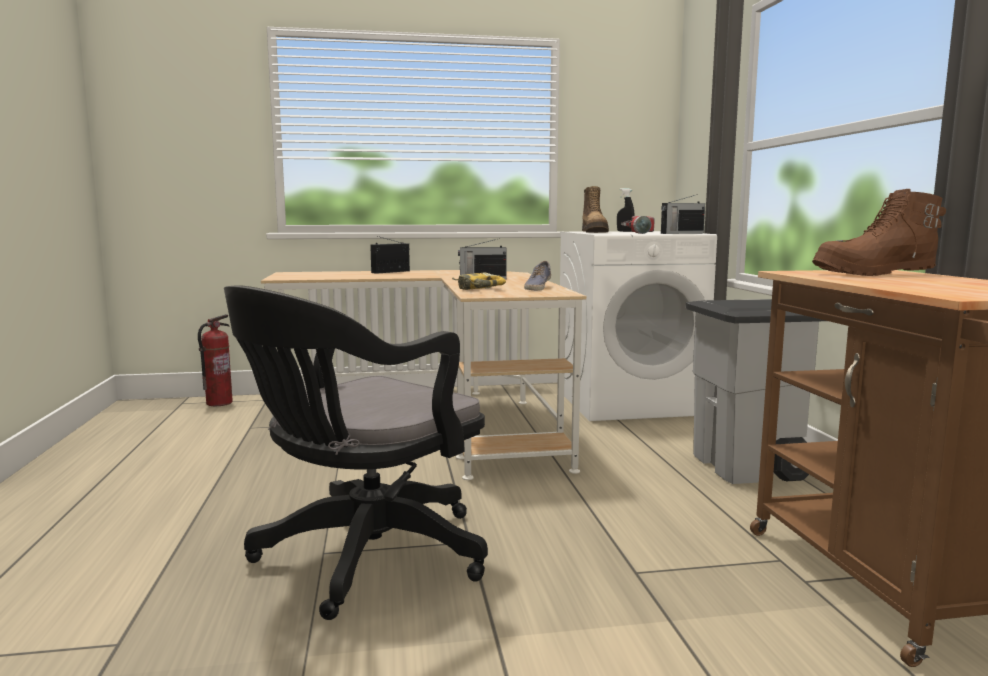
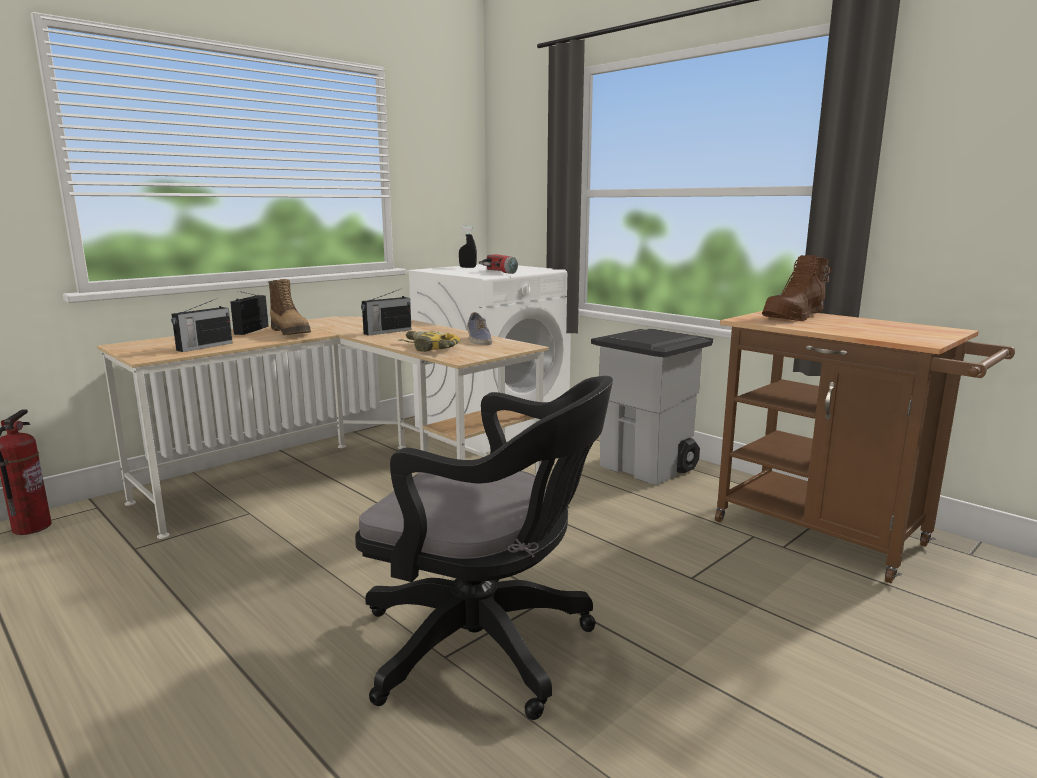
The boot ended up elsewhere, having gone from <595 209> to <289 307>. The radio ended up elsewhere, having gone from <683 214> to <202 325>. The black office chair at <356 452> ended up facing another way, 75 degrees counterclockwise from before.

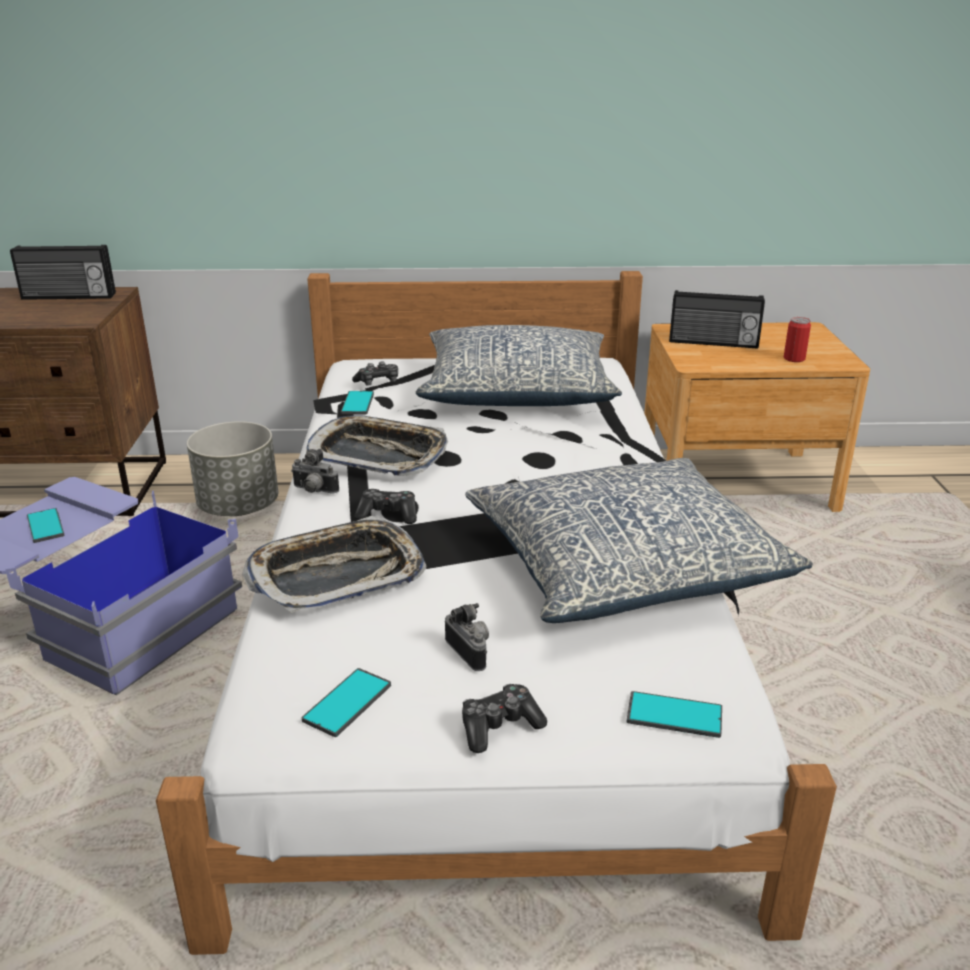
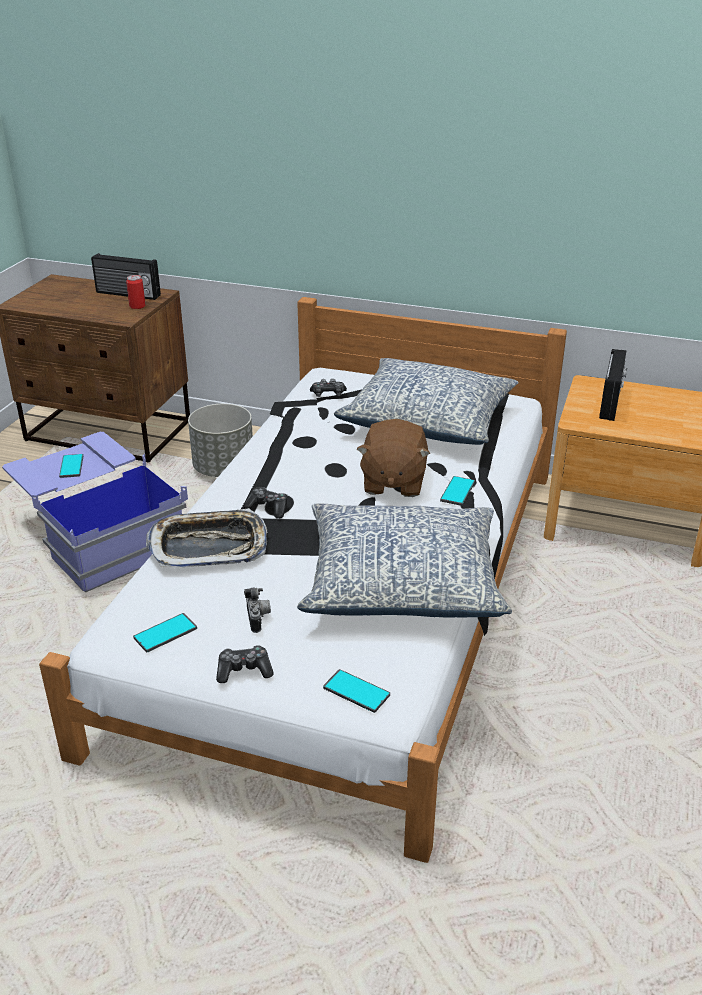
The radio at <717 319> ended up facing another way, 105 degrees counterclockwise from before. The can ended up elsewhere, having gone from <797 339> to <136 292>. The phone ended up elsewhere, having gone from <357 403> to <457 491>. The second view lost the tray at <377 445>. The second view lost the photo camera at <315 471>. The second view gained the brown plush toy at <393 458>.

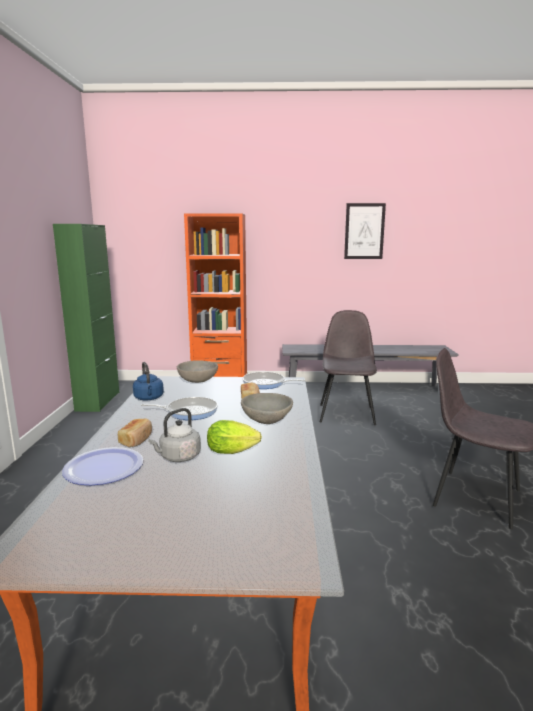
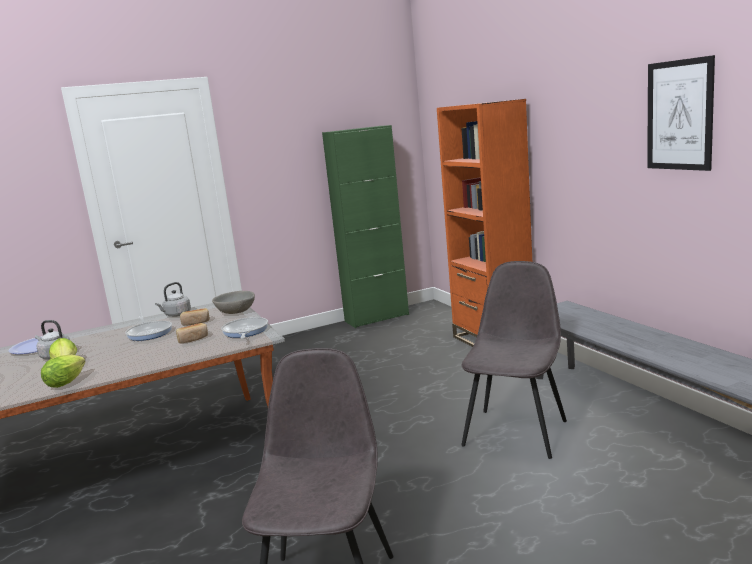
The grey chair at <348 367> ended up facing another way, 45 degrees counterclockwise from before. What was the blue kettle at <148 381> turned into the grey kettle at <173 299>. The second view lost the grey bowl at <267 408>. The bread ended up elsewhere, having gone from <135 432> to <195 317>. The second view gained the lettuce at <63 371>.

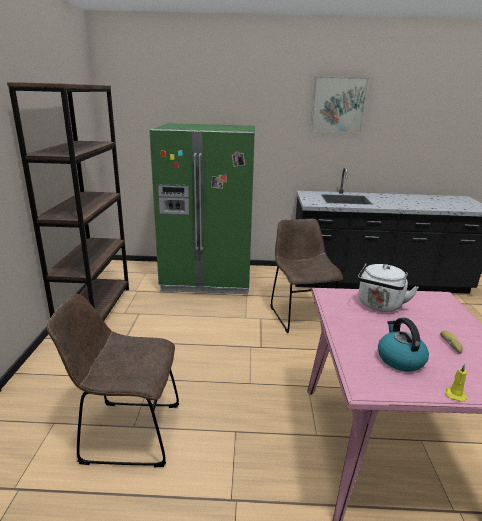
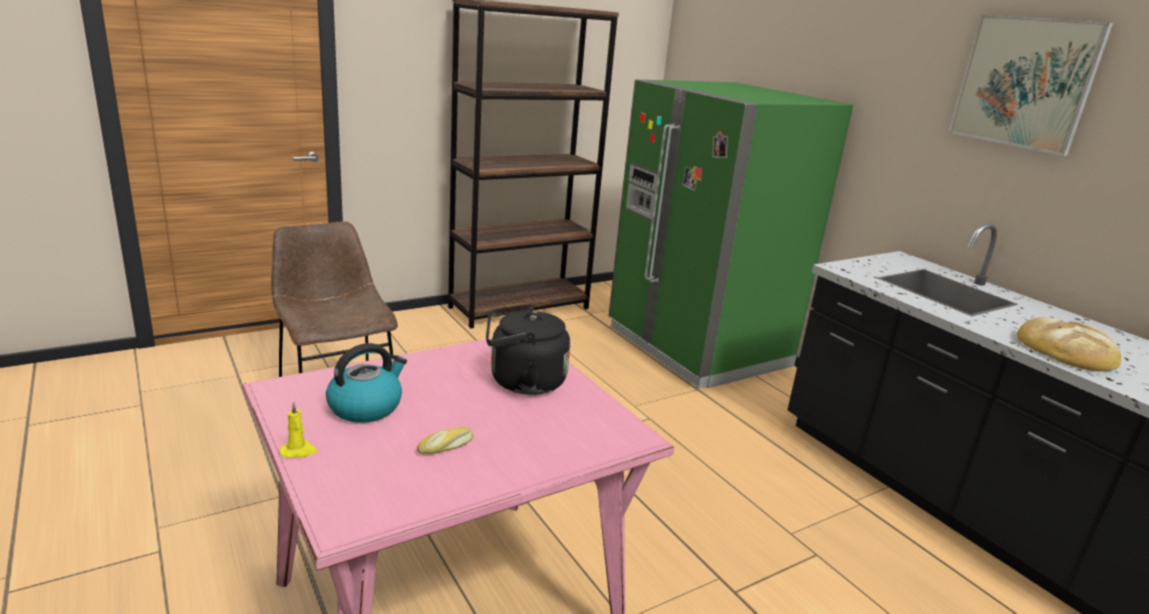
The second view lost the brown chair at <306 275>. What was the white kettle at <388 287> turned into the black kettle at <528 349>. The second view gained the bread at <1069 344>.

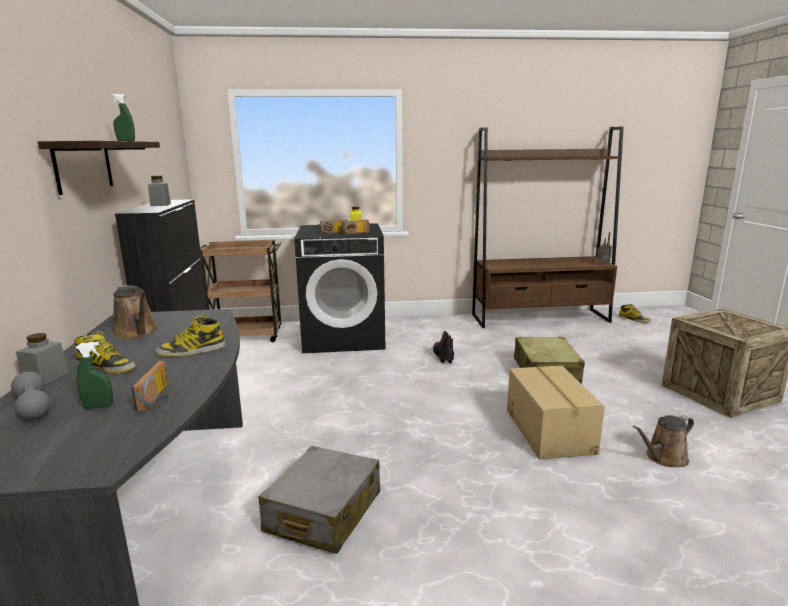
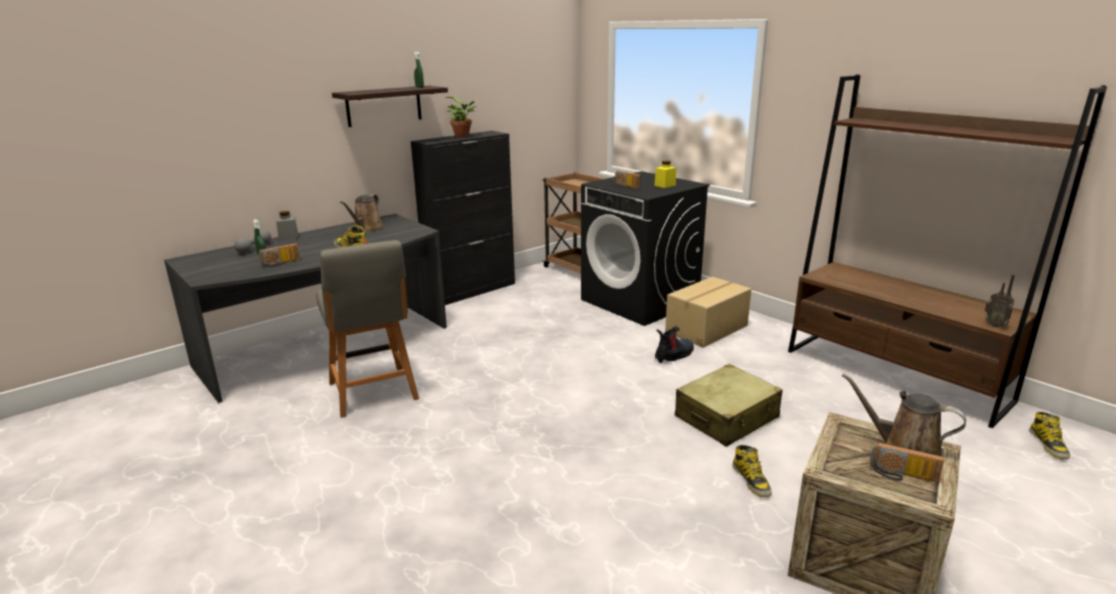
Where the grey jar stood at <159 191>, the potted plant came to stand at <461 117>. The radio ended up elsewhere, having gone from <355 227> to <907 462>. The boot ended up elsewhere, having gone from <105 352> to <752 471>. The cardboard box ended up elsewhere, having gone from <556 412> to <708 312>. The brown watering can ended up elsewhere, having gone from <663 441> to <904 414>. Where the grey suitcase stood at <319 500>, the grey chair came to stand at <367 329>.

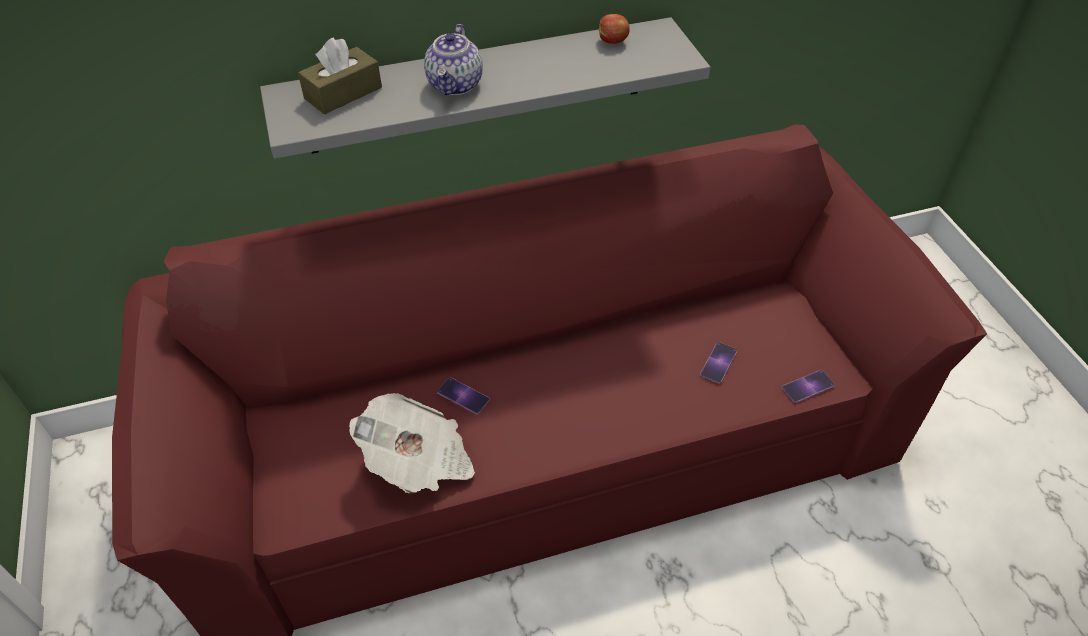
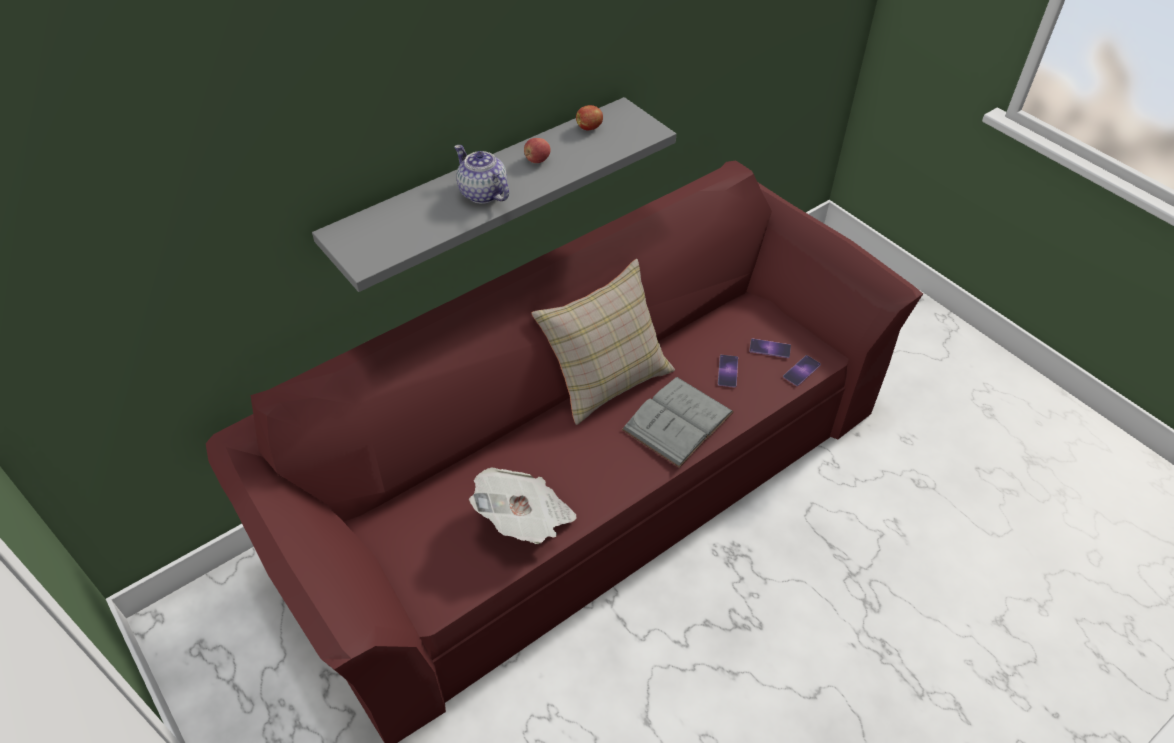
The teapot at <453 59> ended up facing another way, 150 degrees clockwise from before. The second view lost the brown tissue box at <340 76>. The phone ended up elsewhere, having gone from <463 395> to <770 348>. The second view gained the apple at <537 150>. The second view gained the beige pillow at <603 342>. The second view gained the grey book at <677 422>.

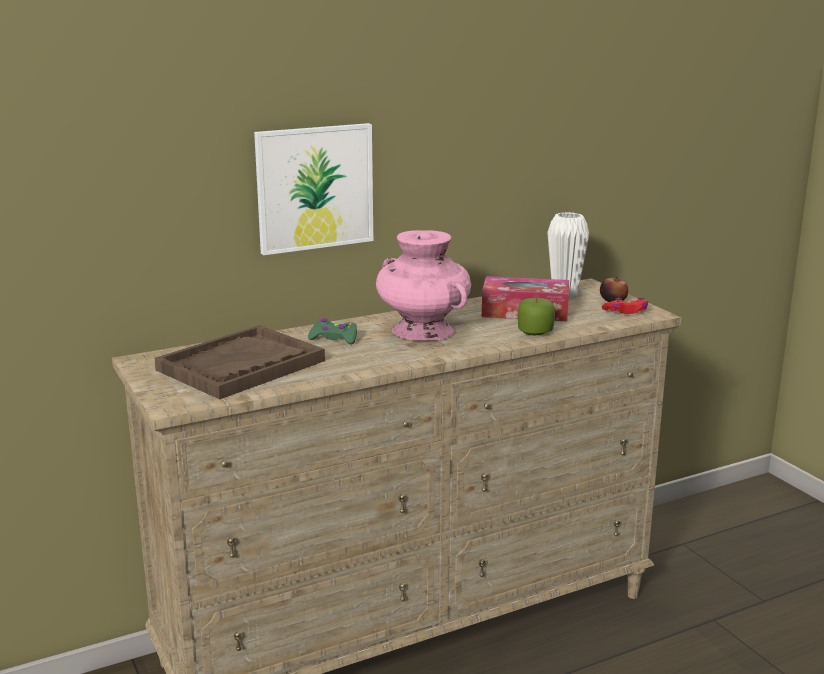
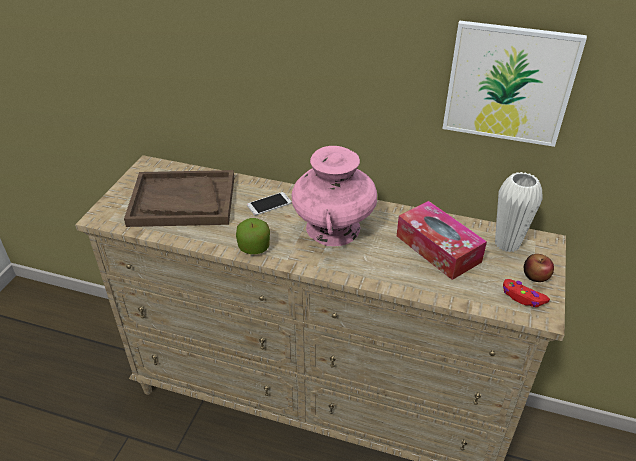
The picture ended up elsewhere, having gone from <313 189> to <514 83>. The apple ended up elsewhere, having gone from <536 316> to <253 236>. Where the green game controller stood at <332 331>, the phone came to stand at <269 204>.

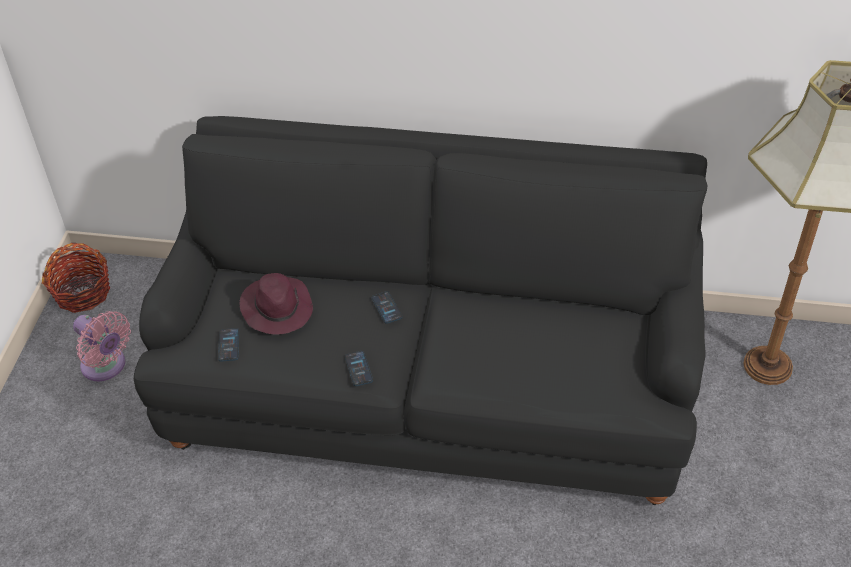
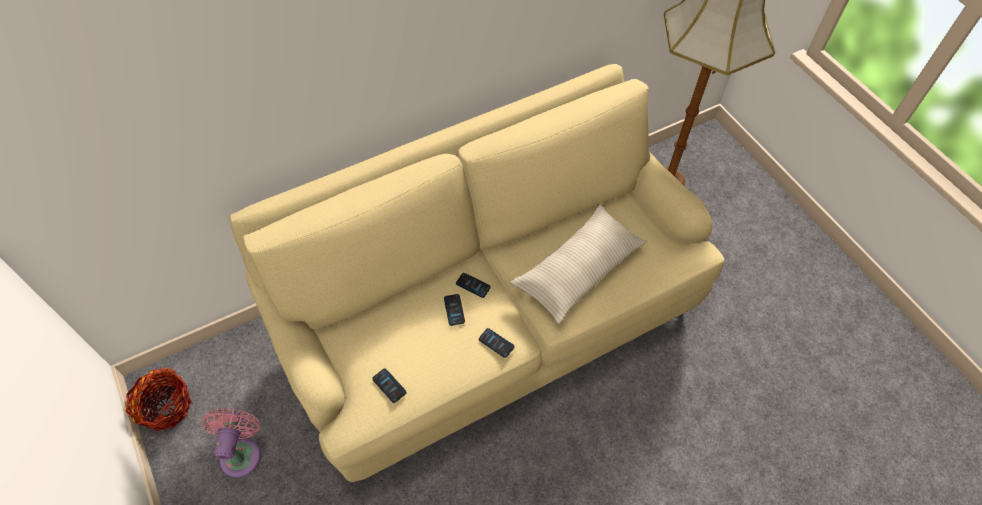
What was the black sofa at <420 310> turned into the beige sofa at <476 273>. The second view lost the purple hat at <276 304>. The pink fan at <102 346> ended up facing another way, 90 degrees counterclockwise from before. The second view gained the beige pillow at <578 264>. The second view gained the phone at <454 310>.

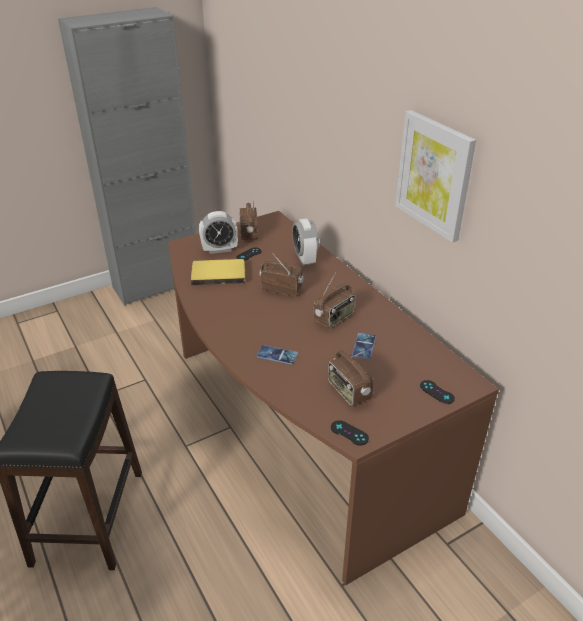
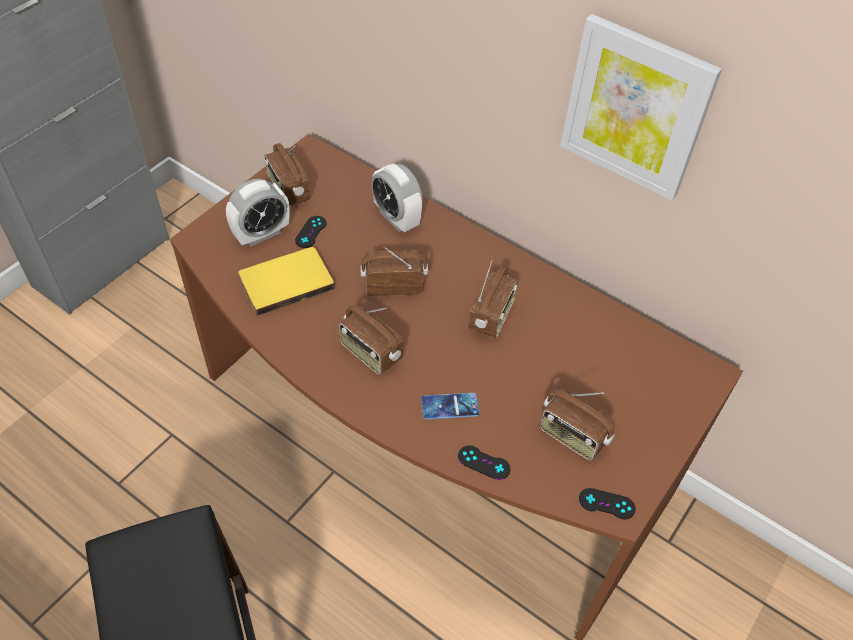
The second view lost the phone at <364 346>. The black game controller ended up elsewhere, having gone from <437 392> to <484 462>. The second view gained the radio at <371 340>.

